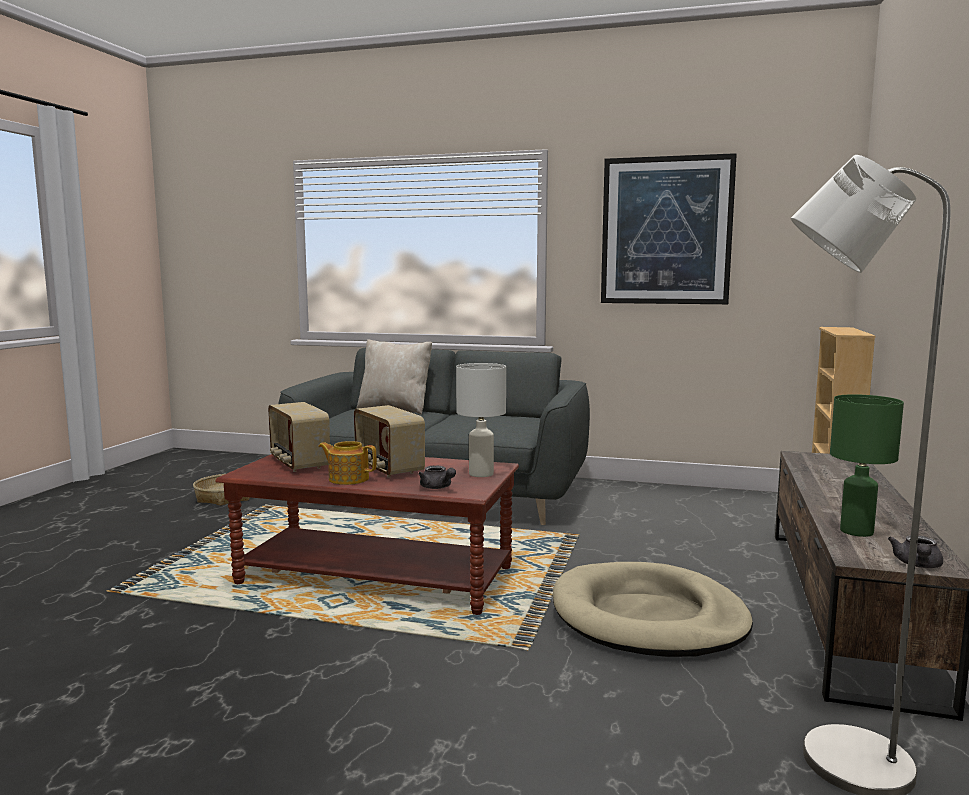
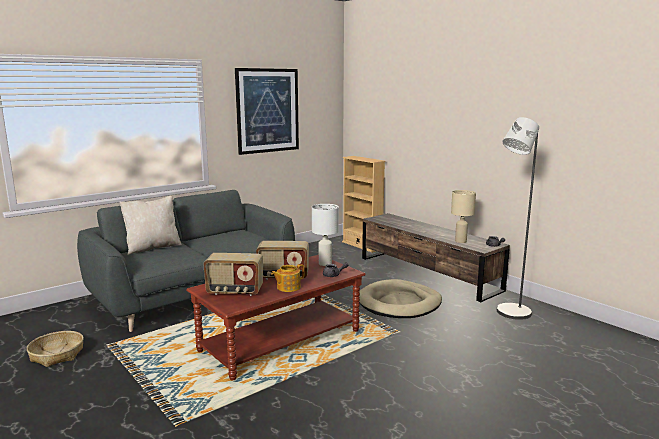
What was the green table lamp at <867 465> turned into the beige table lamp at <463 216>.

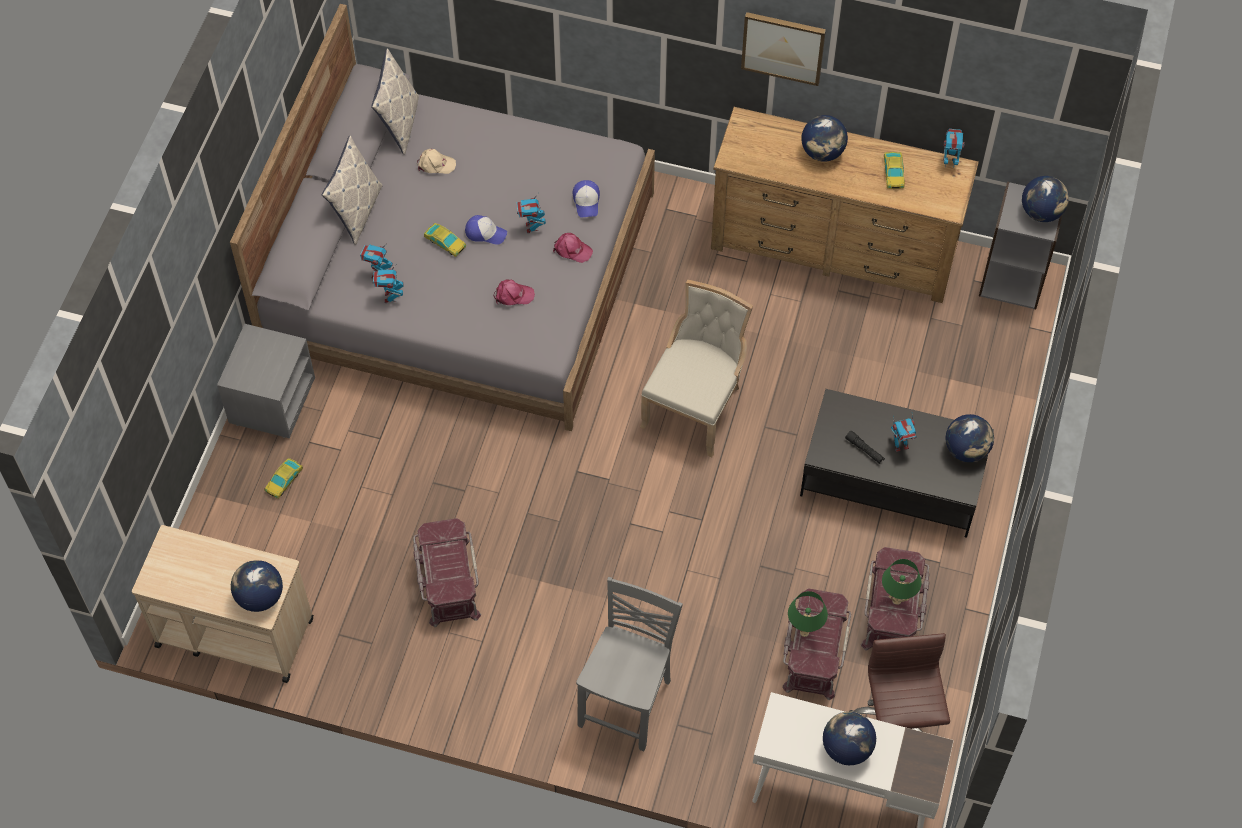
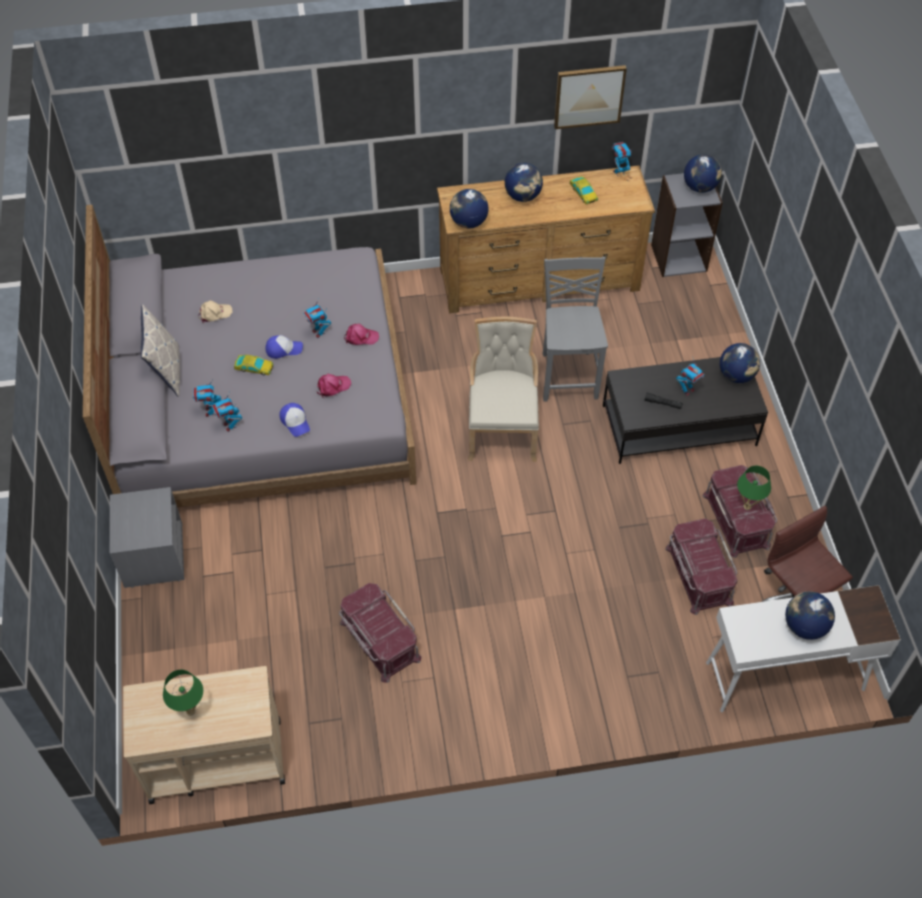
The picture ended up elsewhere, having gone from <783 49> to <590 97>. The second view lost the pillow at <395 102>. The cap ended up elsewhere, having gone from <586 199> to <294 420>. The second view lost the toy car at <283 478>. The globe ended up elsewhere, having gone from <257 586> to <469 208>. The grey chair ended up elsewhere, having gone from <629 664> to <575 329>. The green table lamp ended up elsewhere, having gone from <808 614> to <183 693>.

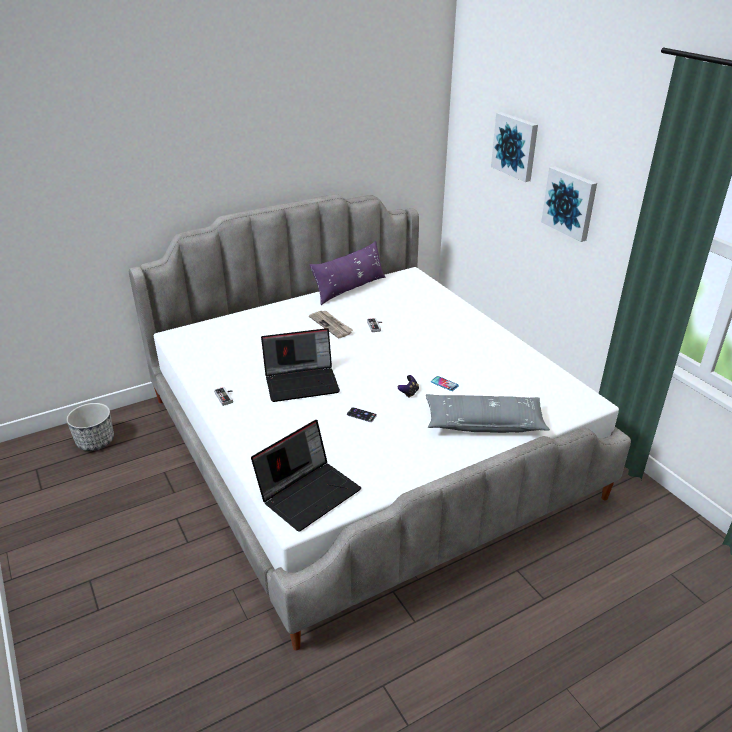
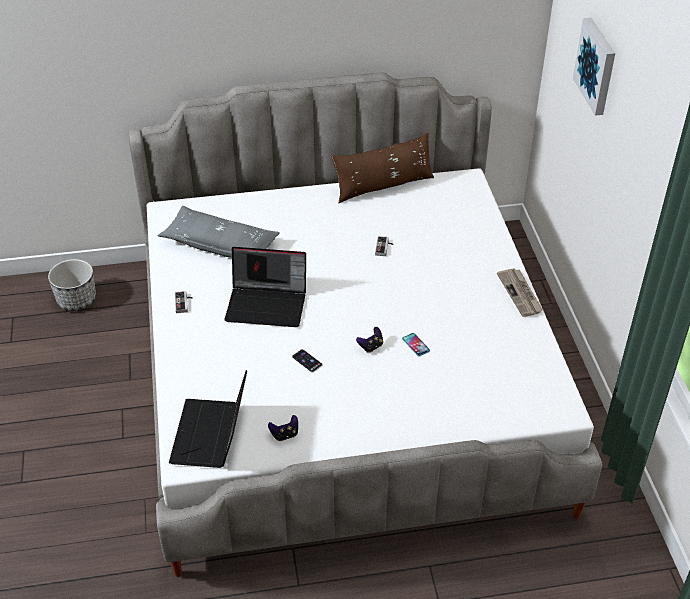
The second view lost the picture at <569 204>. What was the purple pillow at <347 273> turned into the brown pillow at <382 168>. The newspaper ended up elsewhere, having gone from <331 324> to <520 292>. The grey pillow ended up elsewhere, having gone from <488 413> to <218 232>. The laptop at <306 476> ended up facing another way, 120 degrees clockwise from before. The second view gained the game controller at <283 428>.

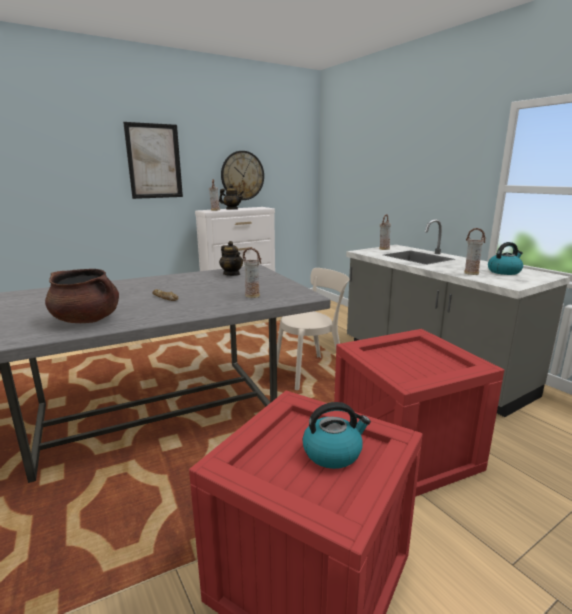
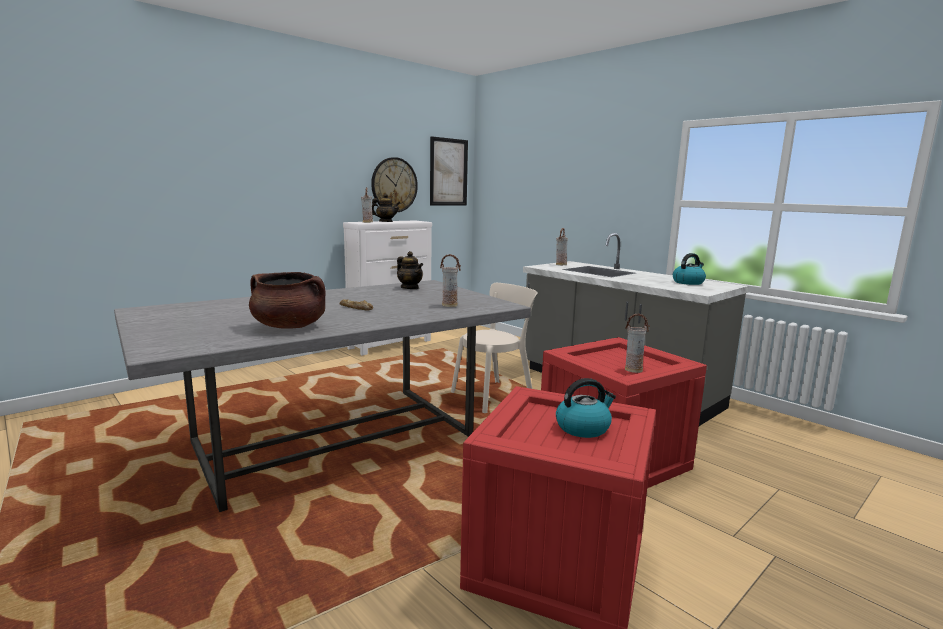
The picture ended up elsewhere, having gone from <153 160> to <449 171>. The vase ended up elsewhere, having gone from <475 251> to <637 343>.

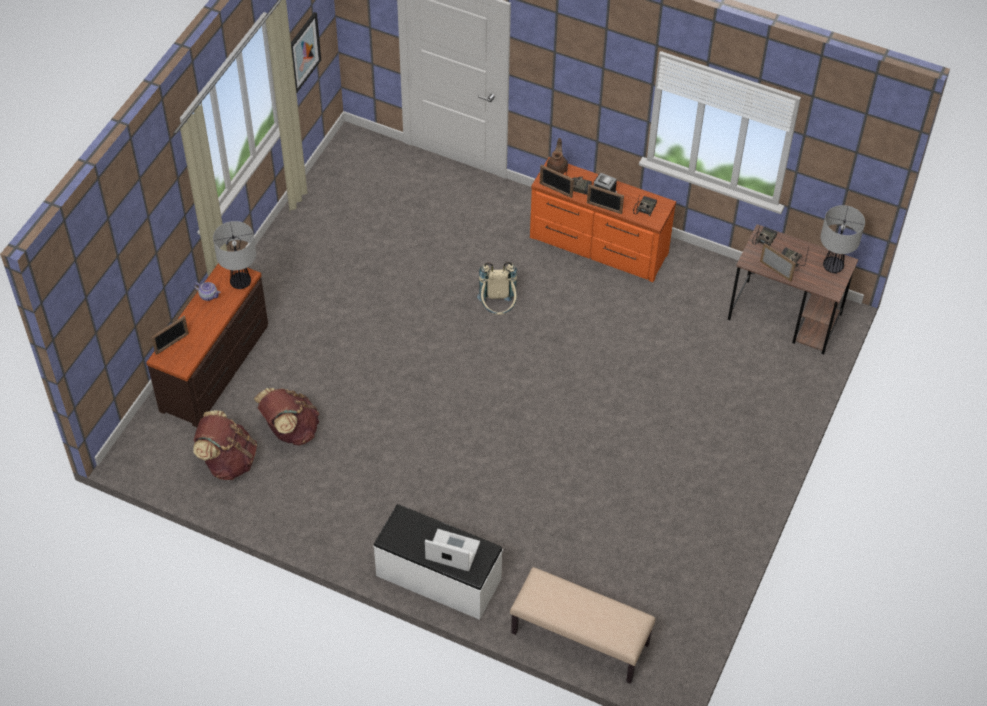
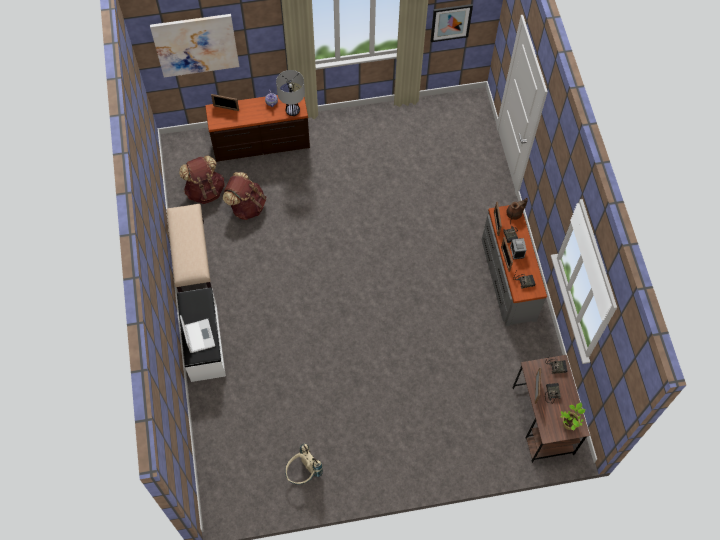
What was the orange dresser at <603 219> turned into the grey dresser at <514 266>. Where the table lamp stood at <842 239>, the potted plant came to stand at <572 416>. The beige backpack ended up elsewhere, having gone from <497 288> to <304 464>. The beige bench ended up elsewhere, having gone from <582 625> to <189 248>. The second view gained the picture at <194 45>.

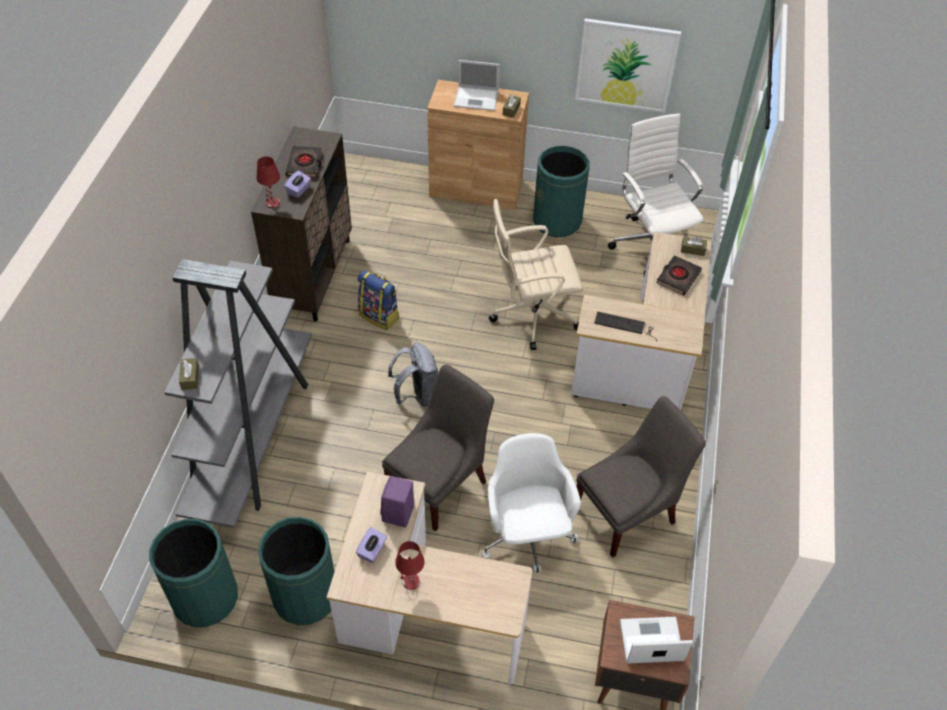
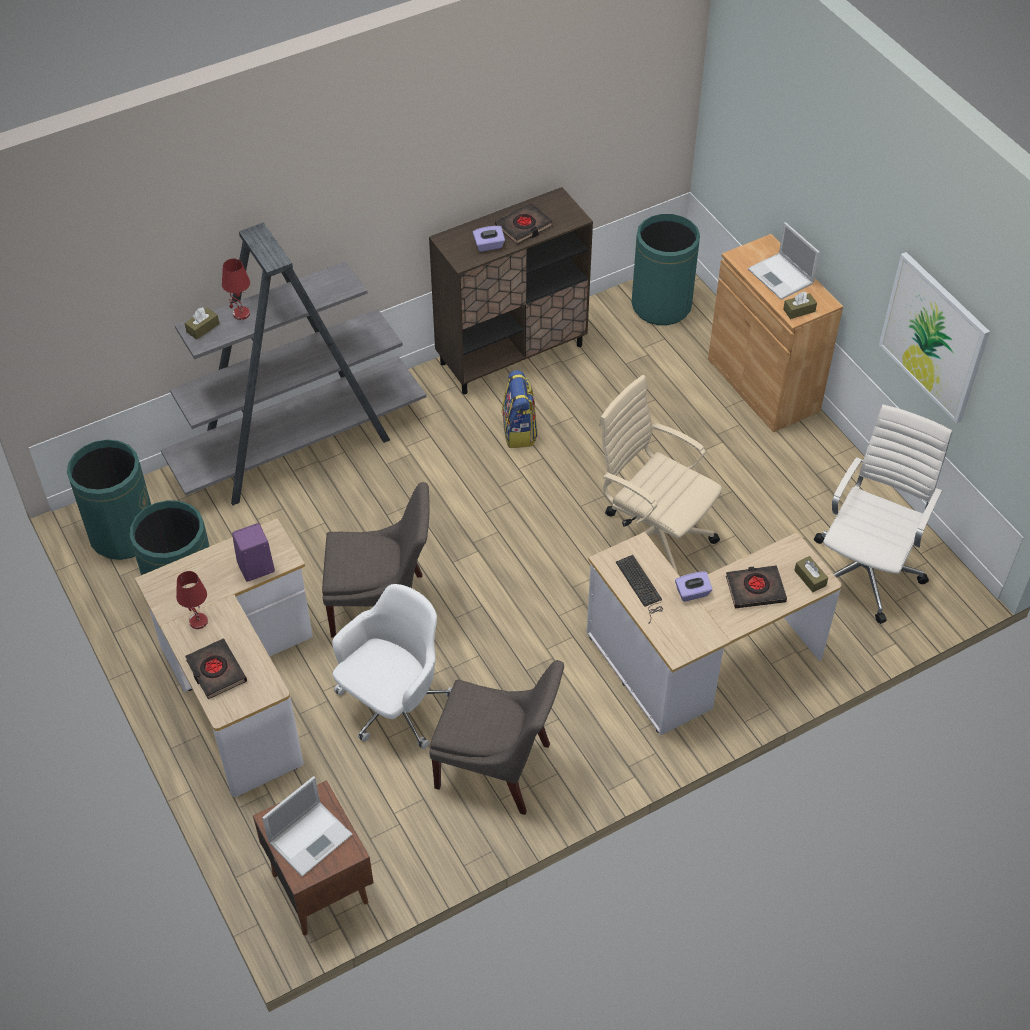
The green trash can ended up elsewhere, having gone from <561 191> to <666 269>. The red table lamp ended up elsewhere, having gone from <268 182> to <236 289>. The second view lost the grey backpack at <413 375>. The purple tissue box ended up elsewhere, having gone from <371 545> to <693 587>. The laptop at <656 640> ended up facing another way, 90 degrees clockwise from before. The second view gained the black book at <216 669>.

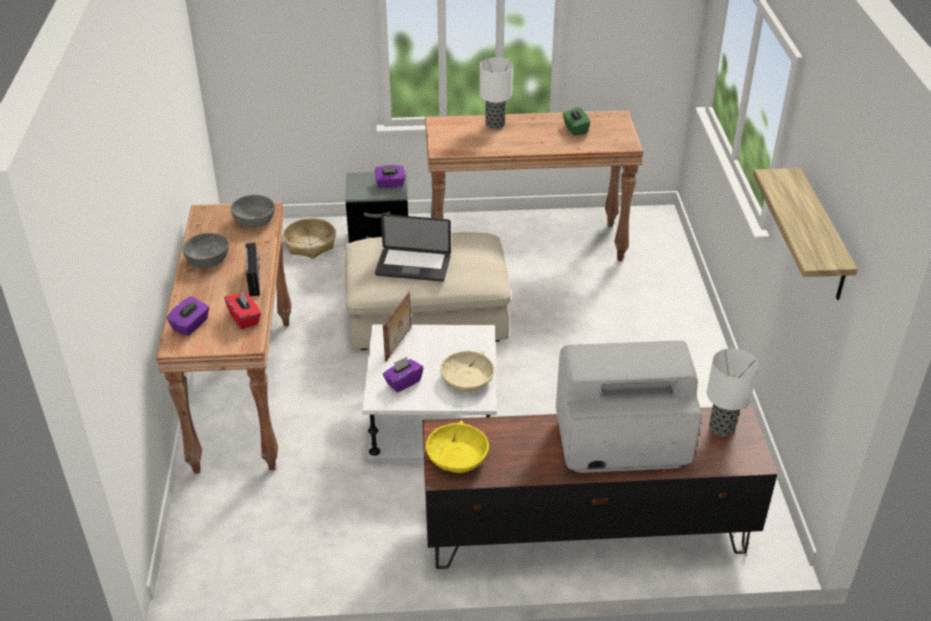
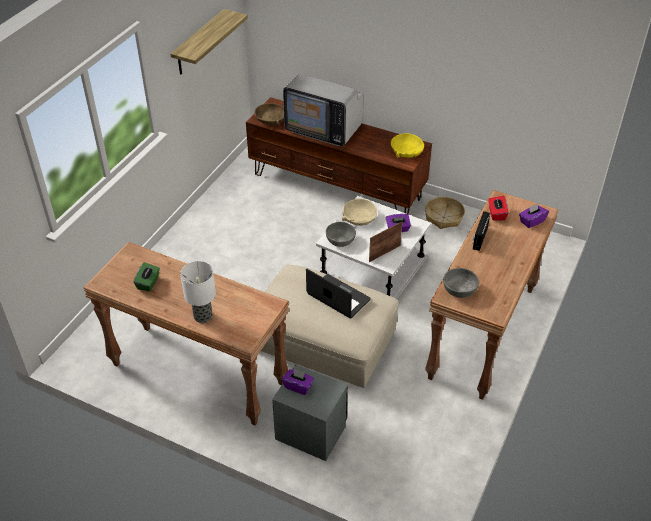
The basket ended up elsewhere, having gone from <309 238> to <445 213>. The grey bowl ended up elsewhere, having gone from <205 250> to <341 234>. Where the table lamp stood at <732 392>, the brown bowl came to stand at <269 114>.

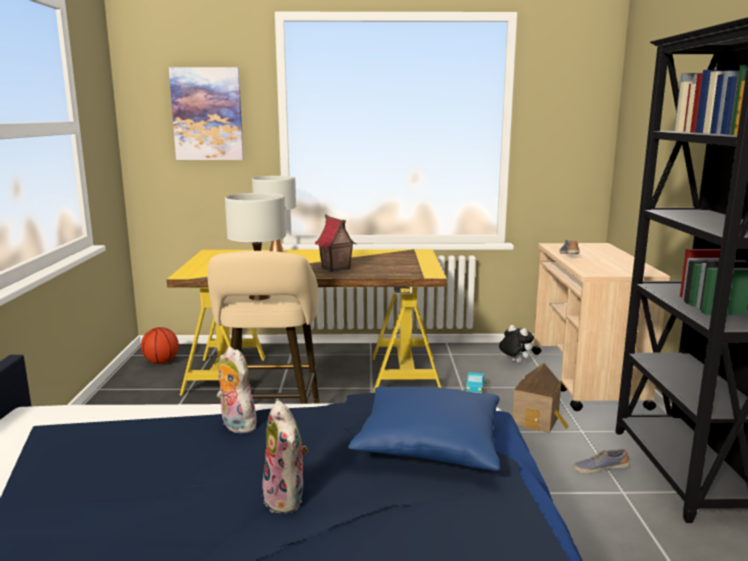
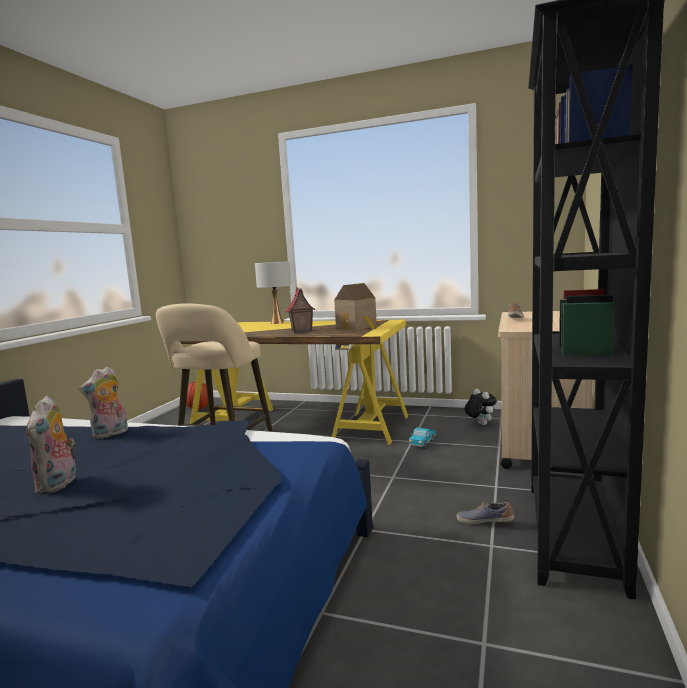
The second view lost the picture at <206 113>. The second view lost the white table lamp at <255 246>. The plush toy at <237 390> ended up facing another way, 120 degrees counterclockwise from before. The toy house ended up elsewhere, having gone from <540 398> to <355 306>. The second view lost the blue pillow at <424 429>.

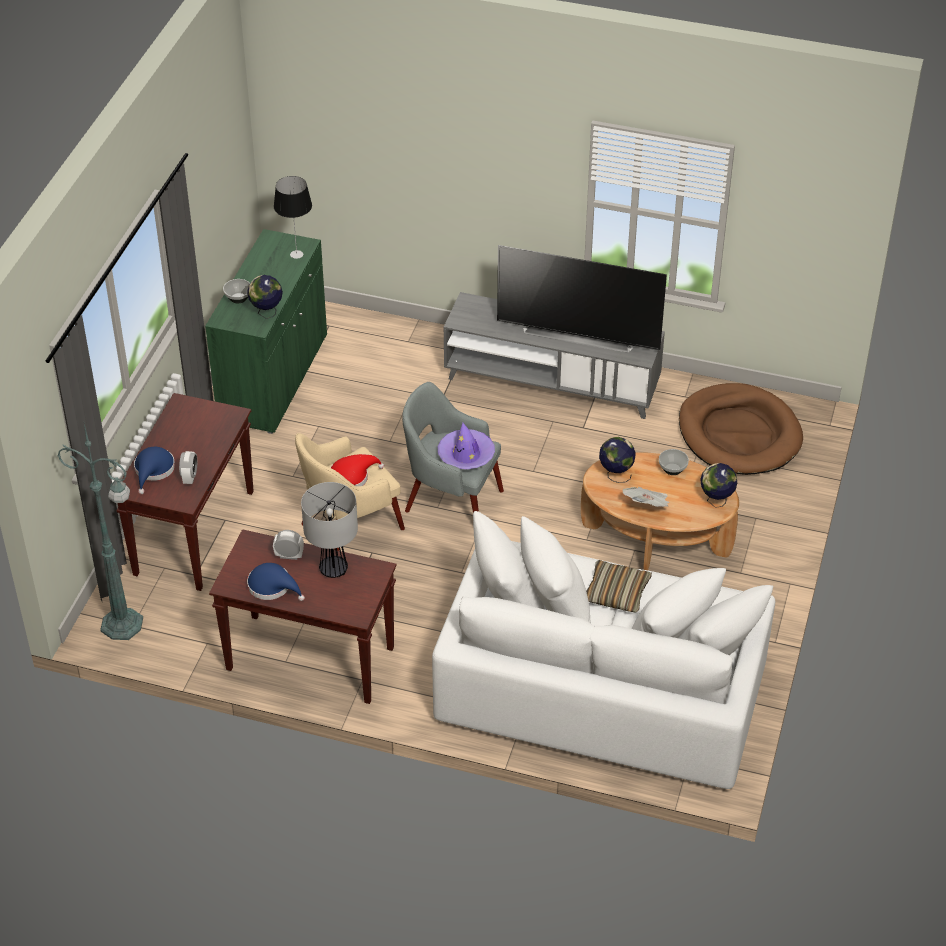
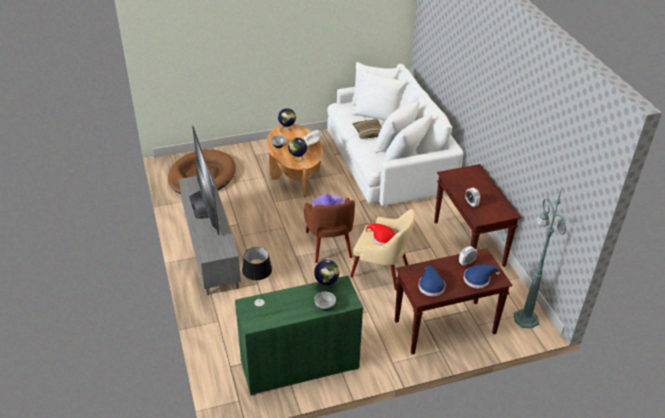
What was the grey armchair at <453 447> turned into the brown armchair at <329 230>. The second view lost the table lamp at <329 530>. The blue hat ended up elsewhere, having gone from <276 582> to <431 280>.

